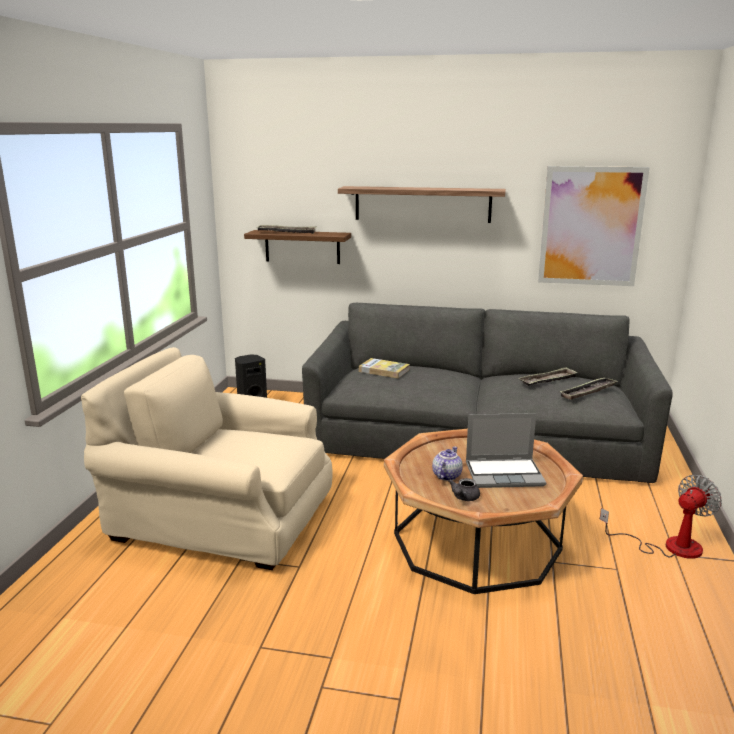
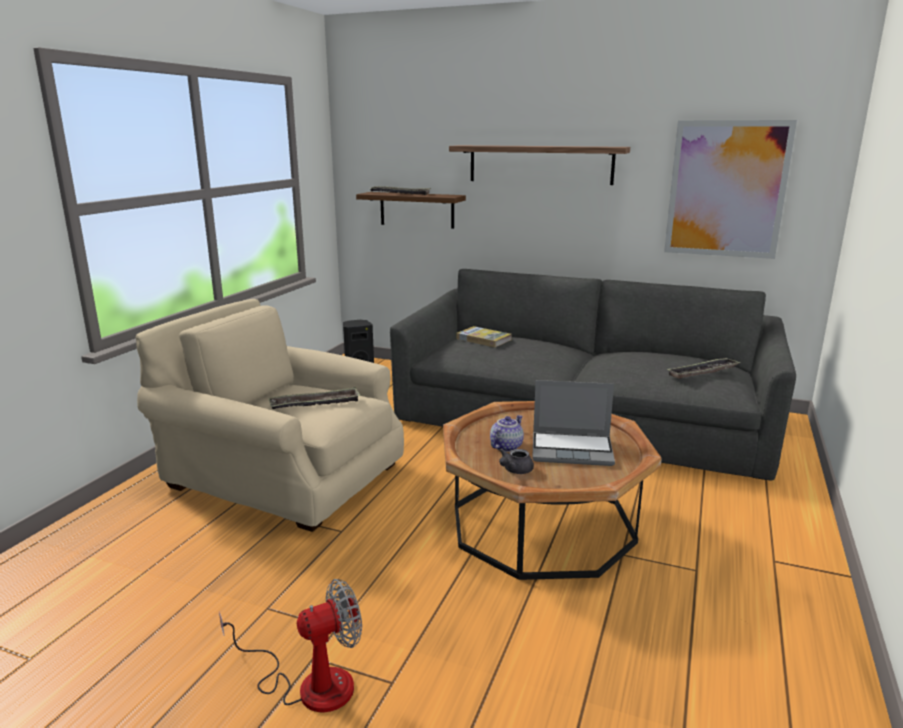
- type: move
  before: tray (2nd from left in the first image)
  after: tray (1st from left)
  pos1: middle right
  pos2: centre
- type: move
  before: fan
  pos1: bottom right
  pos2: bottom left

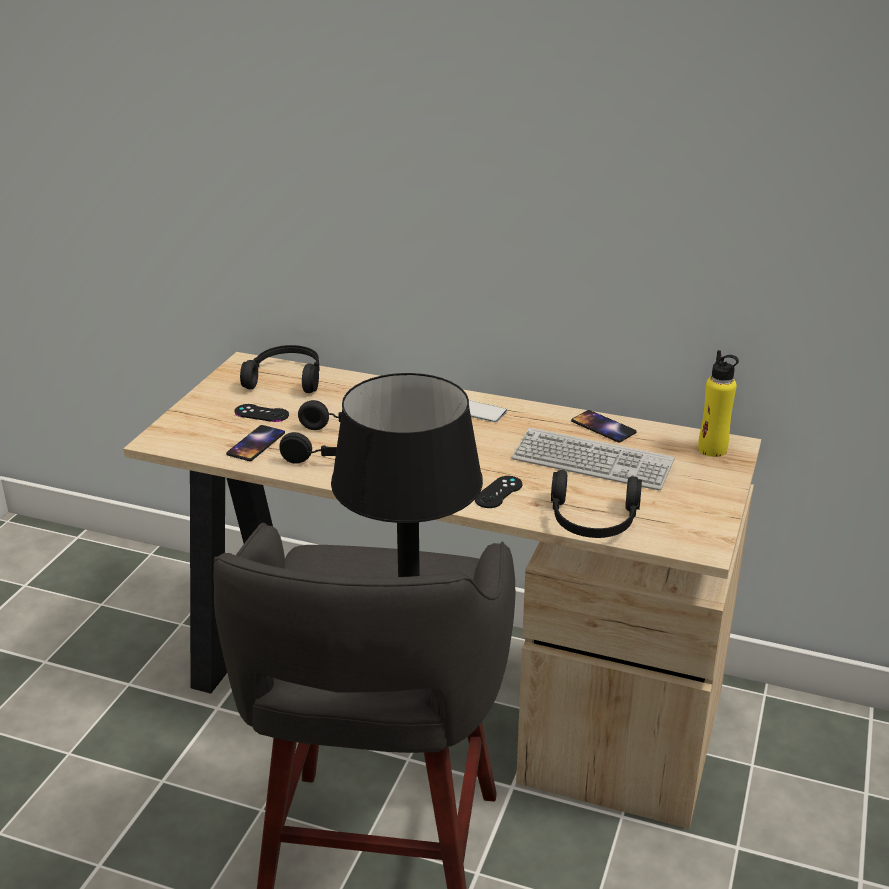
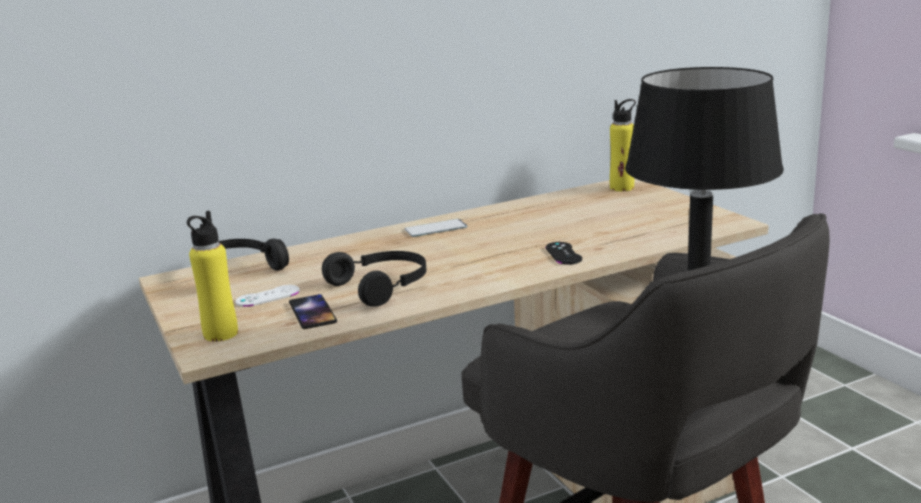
- type: delete
  before: keyboard
  pos1: middle right
- type: delete
  before: headphones/black (3rd from left)
  pos1: middle right
- type: delete
  before: phone (3rd from left)
  pos1: middle right
- type: insert
  after: bottle/yellow (1st from left)
  pos2: middle left
- type: recolor
  before: game controller/black (1st from left)
  after: game controller/white
  pos1: middle left
  pos2: middle left

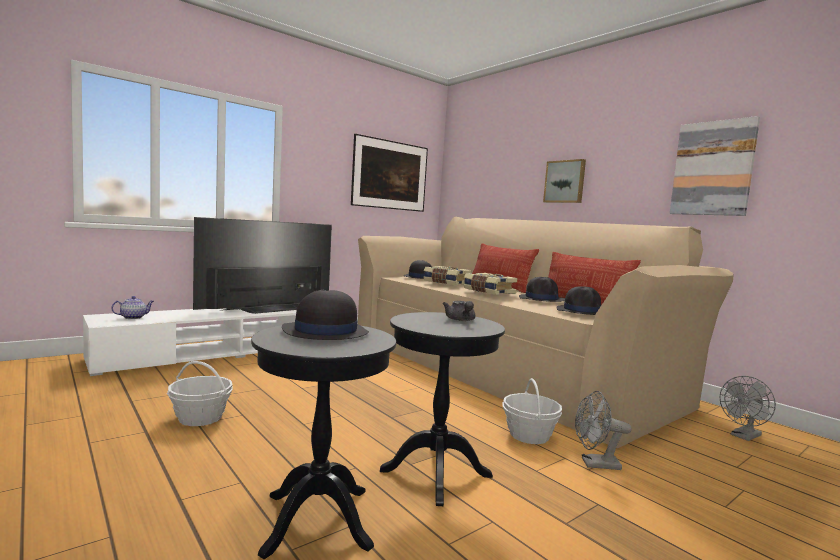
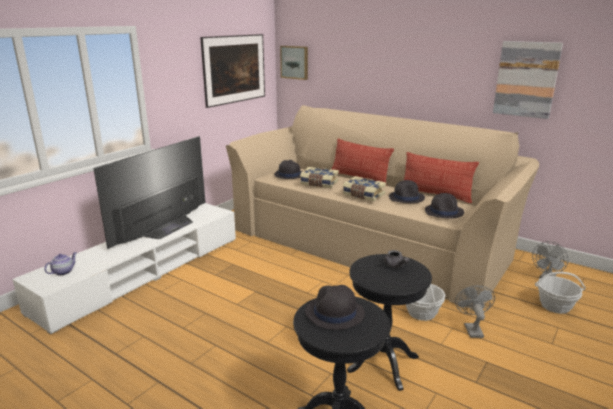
- type: move
  before: basket (1st from left in the first image)
  after: basket (2nd from left)
  pos1: bottom left
  pos2: bottom right
- type: move
  before: picture (2nd from left)
  pos1: top right
  pos2: top centre
- type: rotate
  before: fan/grey (1st from left)
  pos1: bottom right
  pos2: bottom right
  turn: 105

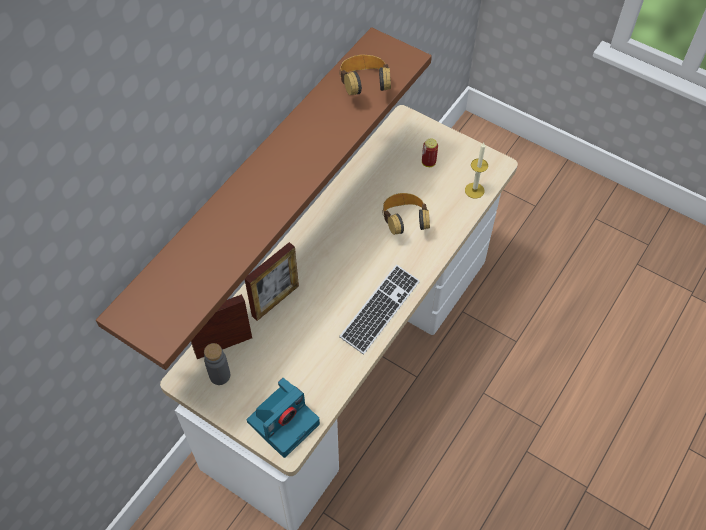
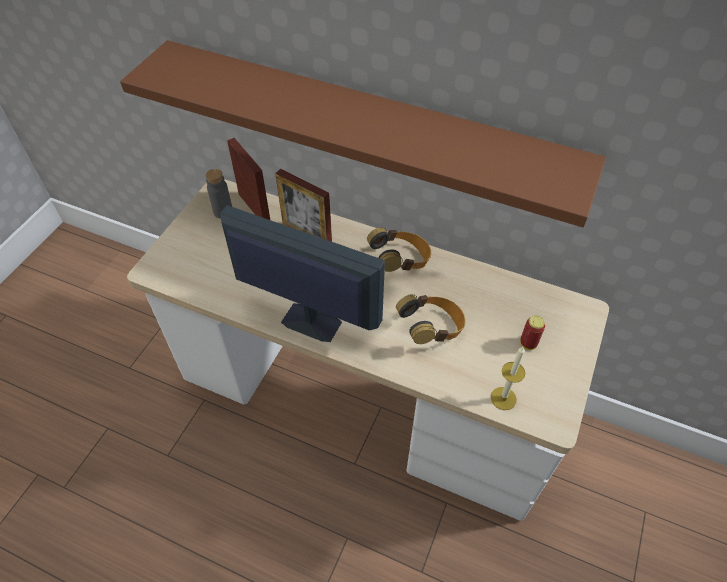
- type: delete
  before: photo camera
  pos1: bottom centre
- type: move
  before: headphones (1st from left)
  pos1: top centre
  pos2: centre
- type: replace
  before: keyboard
  after: monitor
  pos1: centre
  pos2: centre

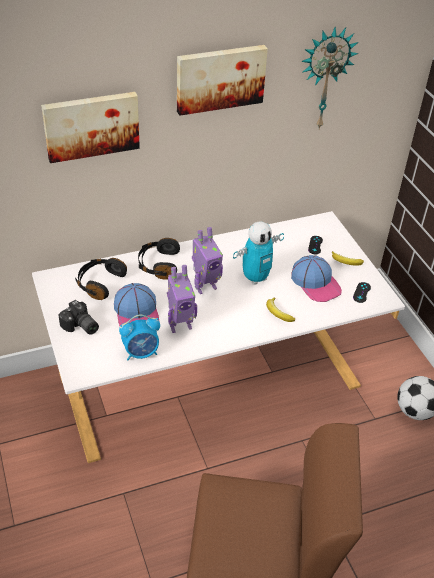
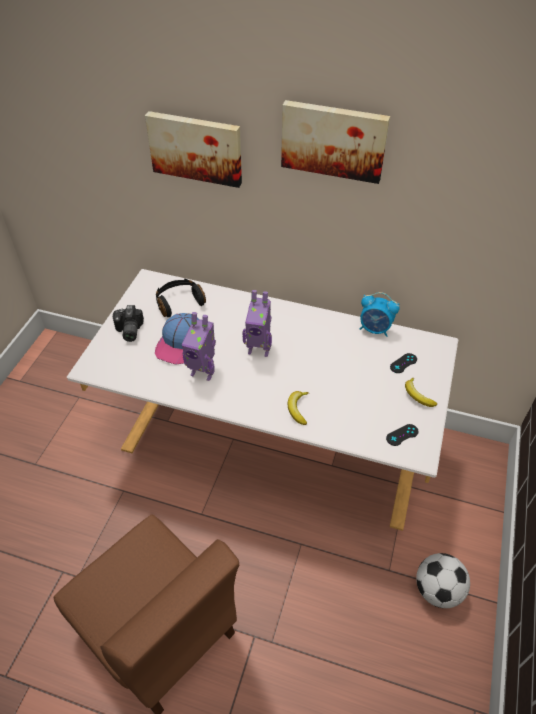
- type: delete
  before: headphones/black (2nd from left)
  pos1: centre
- type: delete
  before: toy robot (3rd from left)
  pos1: centre
- type: delete
  before: cap (2nd from left)
  pos1: middle right
- type: delete
  before: wall clock
  pos1: top right
- type: move
  before: alarm clock
  pos1: middle left
  pos2: middle right

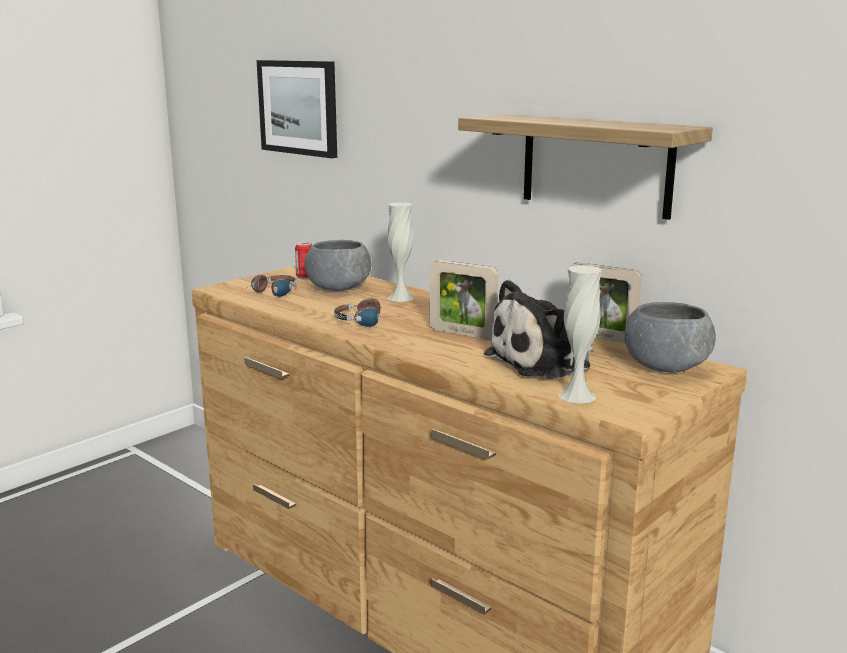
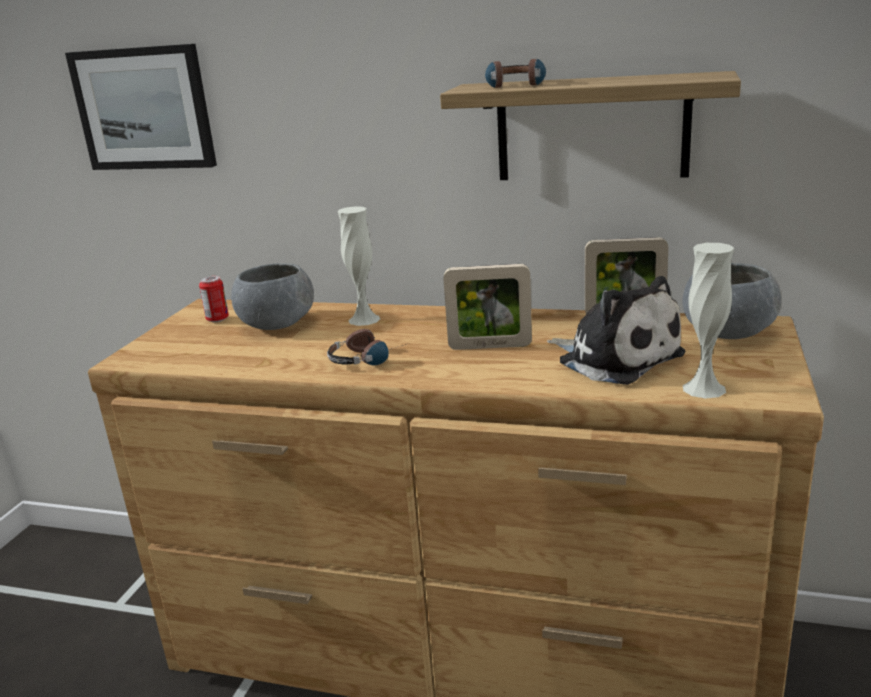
- type: move
  before: headphones (1st from left in the first image)
  after: headphones (2nd from left)
  pos1: middle left
  pos2: top centre
- type: rotate
  before: plush toy
  pos1: centre
  pos2: middle right
  turn: -75

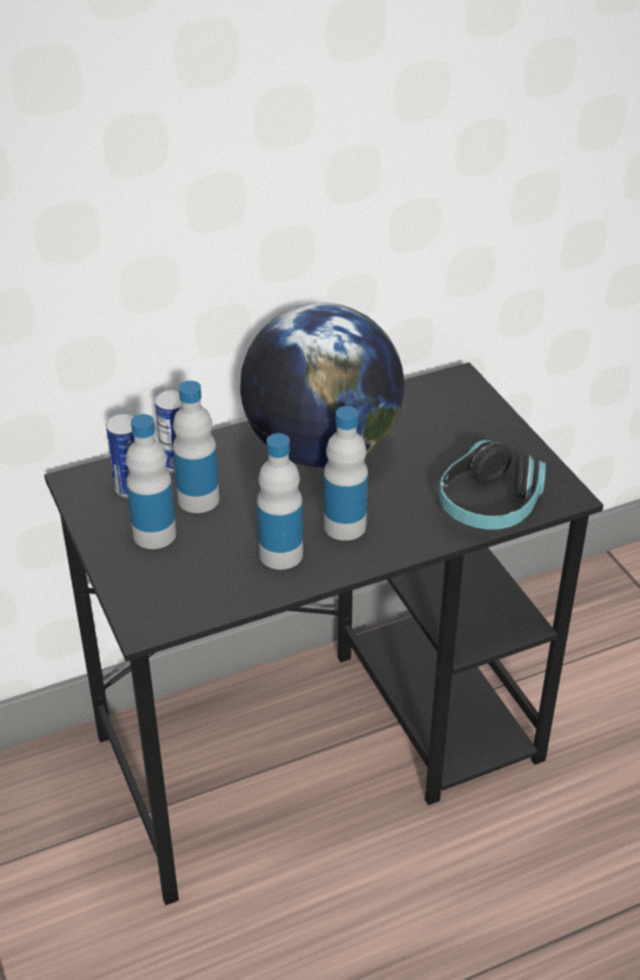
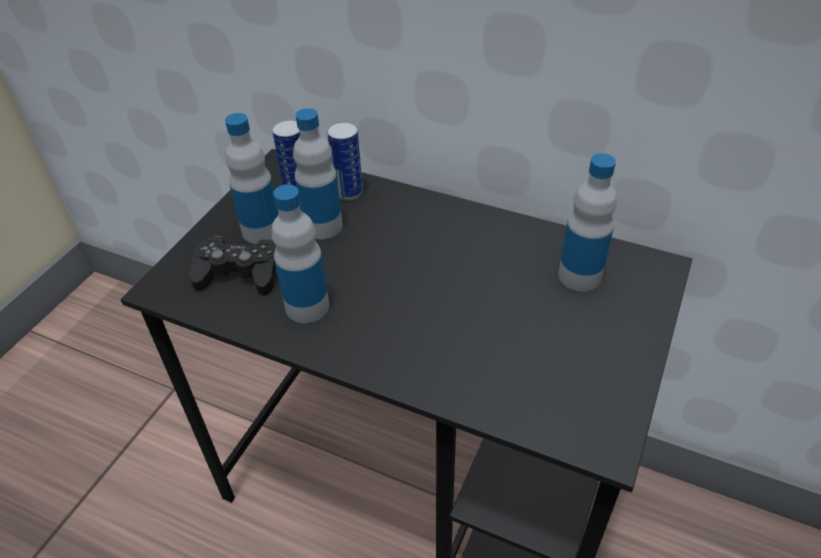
- type: delete
  before: globe
  pos1: centre
- type: delete
  before: headphones
  pos1: middle right
- type: insert
  after: game controller/black
  pos2: middle left
- type: move
  before: bottle (4th from left)
  pos1: centre
  pos2: middle right

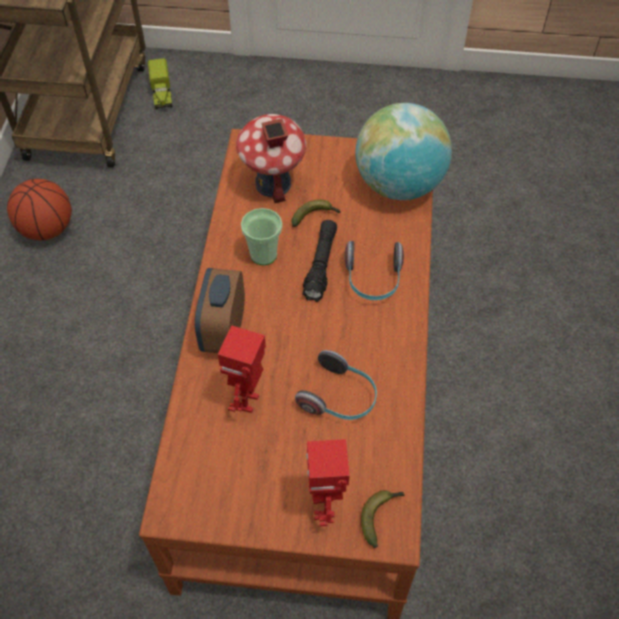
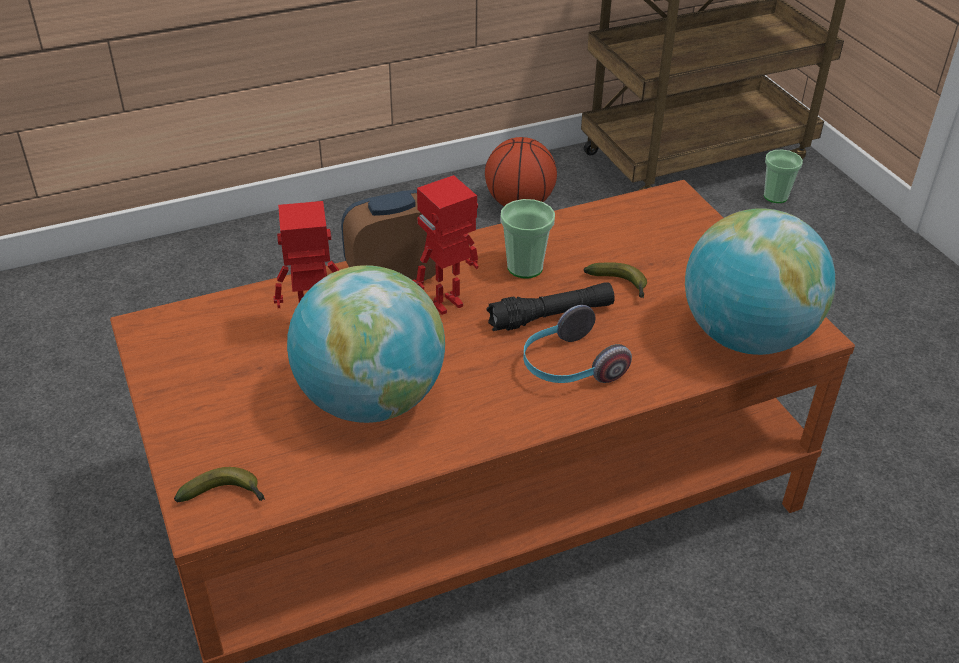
- type: delete
  before: toy house
  pos1: top centre
- type: move
  before: toy robot (2nd from left)
  pos1: bottom centre
  pos2: centre
- type: replace
  before: toy truck
  after: cup (2nd from left)
  pos1: top left
  pos2: top right
- type: replace
  before: headphones (1st from left)
  after: globe (1st from left)
  pos1: centre
  pos2: centre

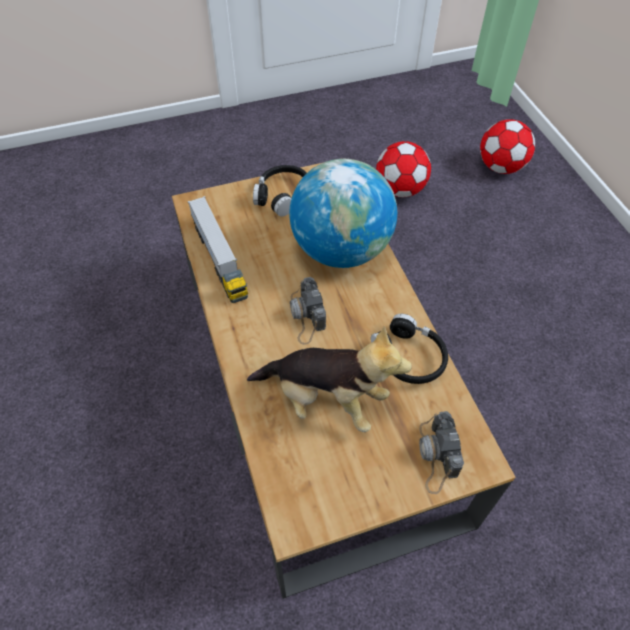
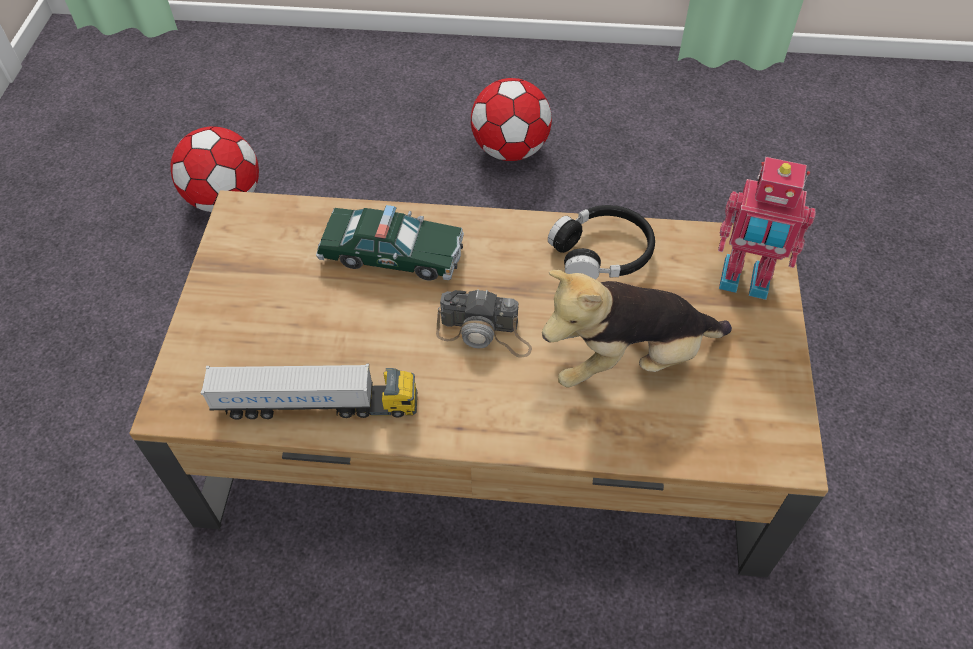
- type: delete
  before: headphones/black (1st from left)
  pos1: top centre
- type: move
  before: football (2nd from left)
  pos1: top right
  pos2: top centre
- type: replace
  before: globe
  after: toy car
  pos1: centre
  pos2: centre
- type: replace
  before: photo camera (2nd from left)
  after: toy robot
  pos1: bottom right
  pos2: middle right
- type: rotate
  before: plush toy
  pos1: centre
  pos2: centre
  turn: -150

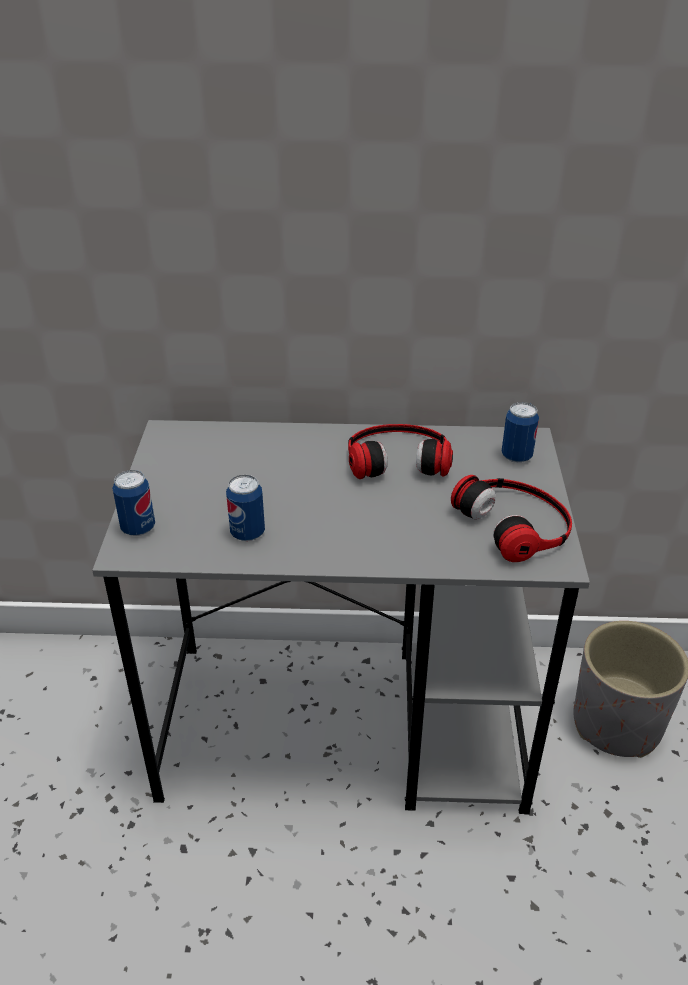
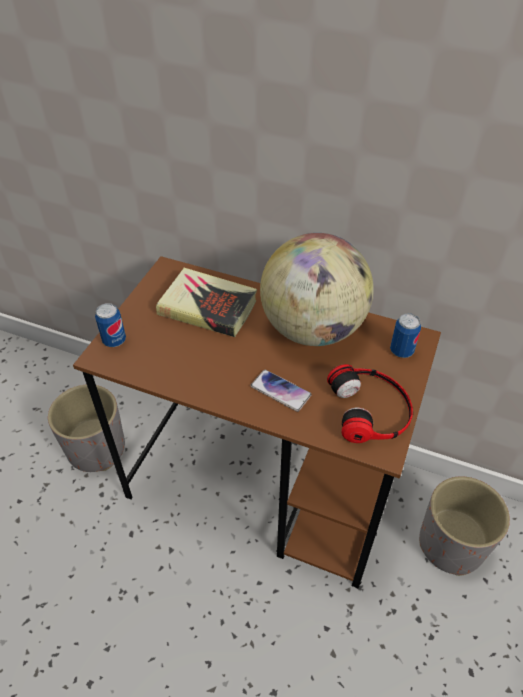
- type: delete
  before: can (2nd from left)
  pos1: centre
- type: insert
  after: planter/grey (1st from left)
  pos2: middle left
- type: insert
  after: book
  pos2: centre
- type: insert
  after: phone
  pos2: centre
- type: replace
  before: headphones (1st from left)
  after: globe
  pos1: centre
  pos2: centre
- type: recolor
  before: desk/grey
  after: desk/brown
  pos1: centre
  pos2: centre

